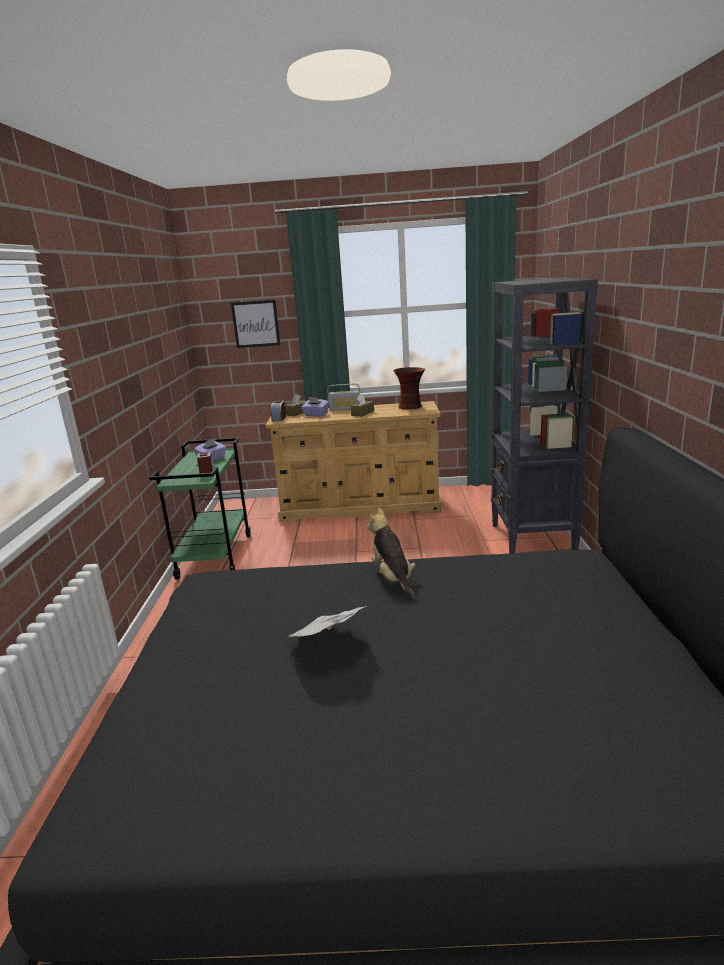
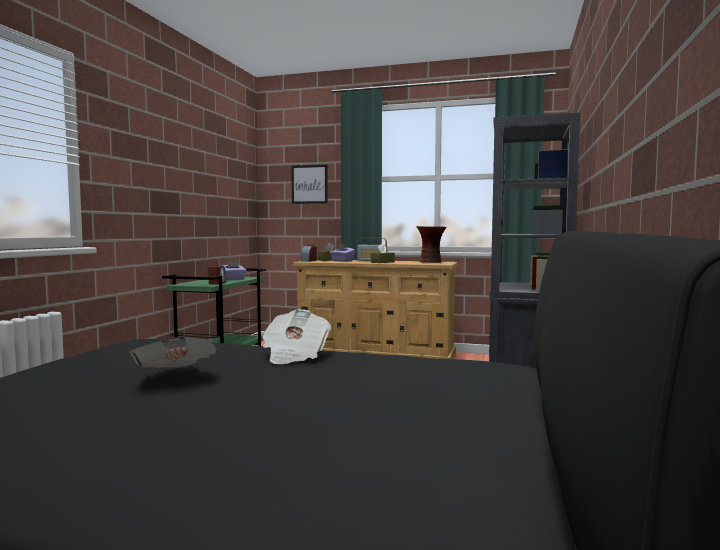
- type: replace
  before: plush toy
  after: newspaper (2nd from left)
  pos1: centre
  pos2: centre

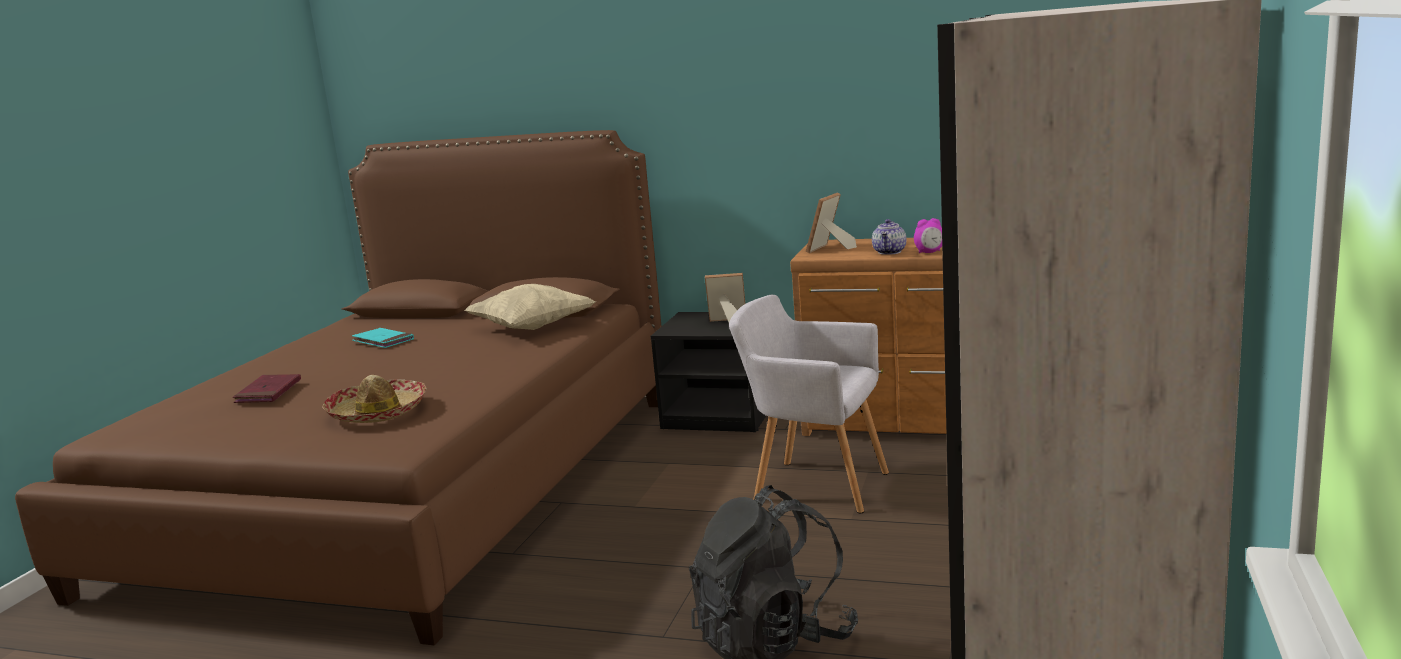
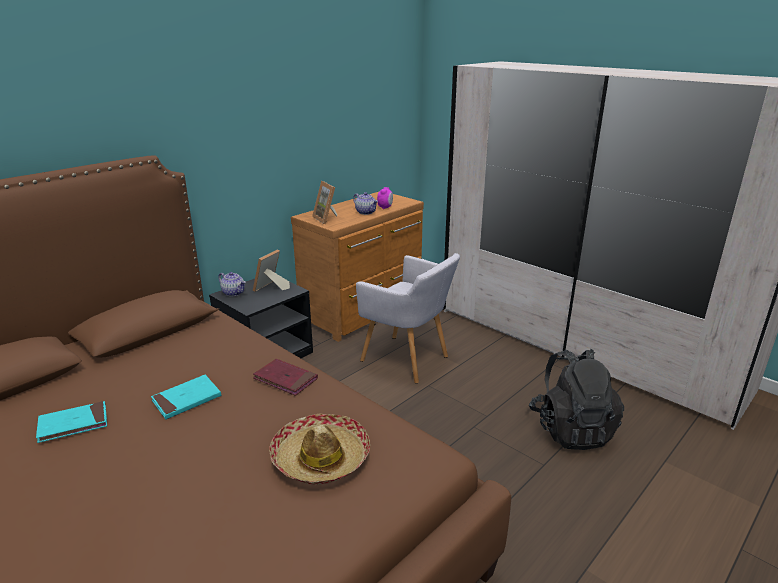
- type: delete
  before: pillow/beige
  pos1: centre
- type: insert
  after: book/turquoise (2nd from left)
  pos2: bottom left
- type: insert
  after: teapot (1st from left)
  pos2: middle left
- type: move
  before: book/red
  pos1: middle left
  pos2: centre
- type: rotate
  before: armchair/grey
  pos1: centre
  pos2: centre
  turn: -105

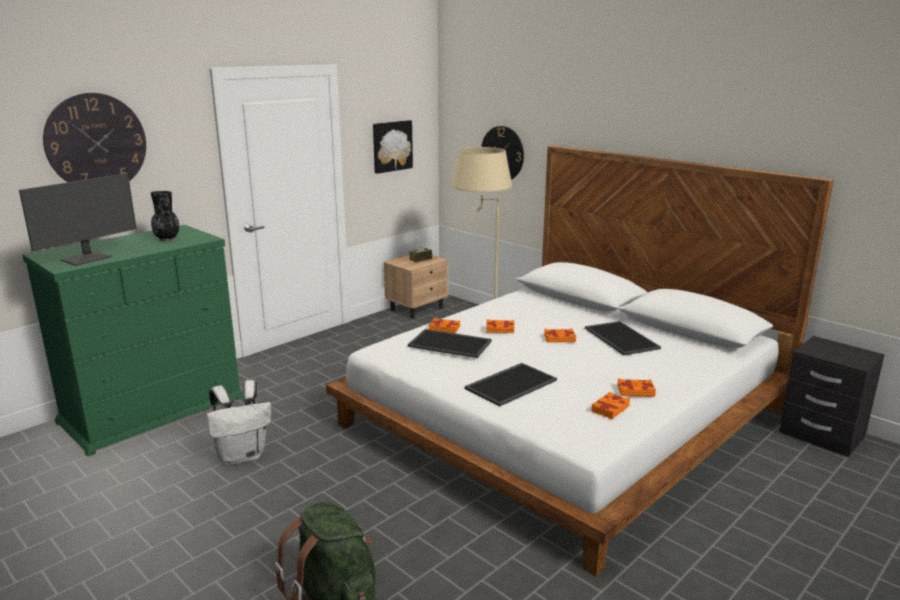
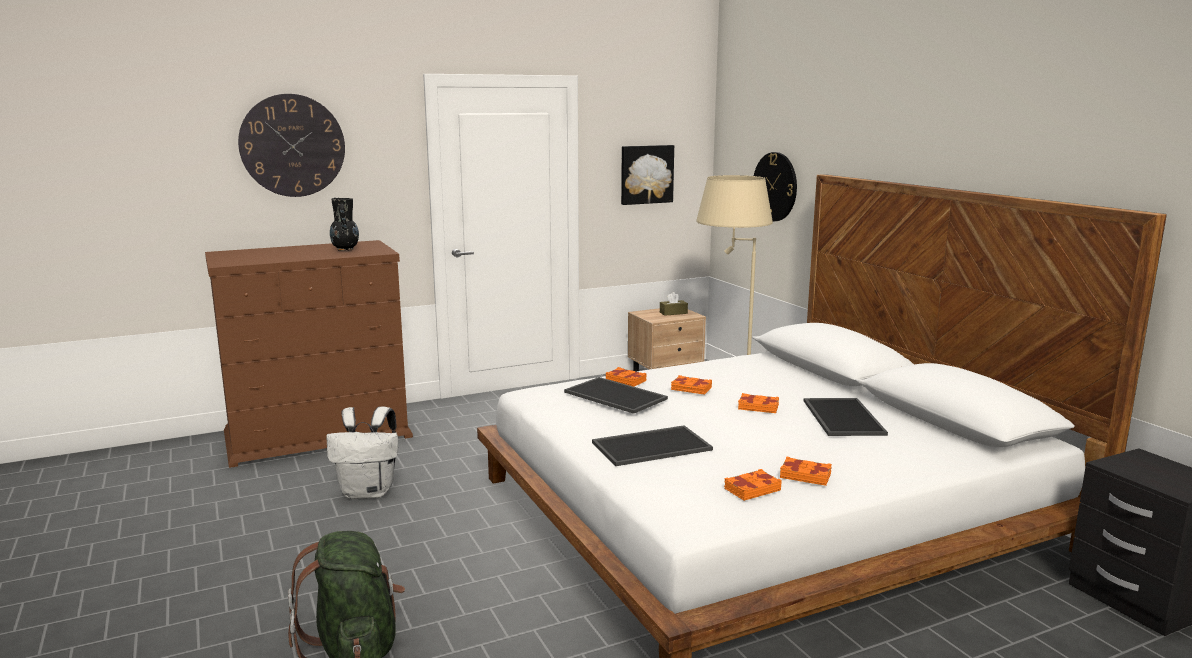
- type: delete
  before: monitor
  pos1: middle left
- type: recolor
  before: dresser/green
  after: dresser/brown
  pos1: middle left
  pos2: middle left

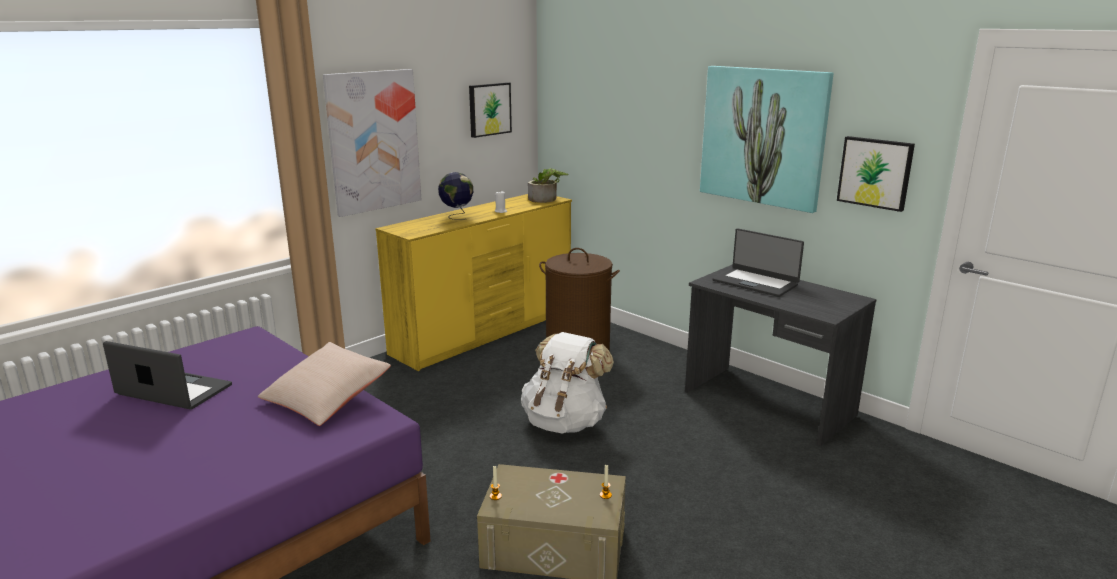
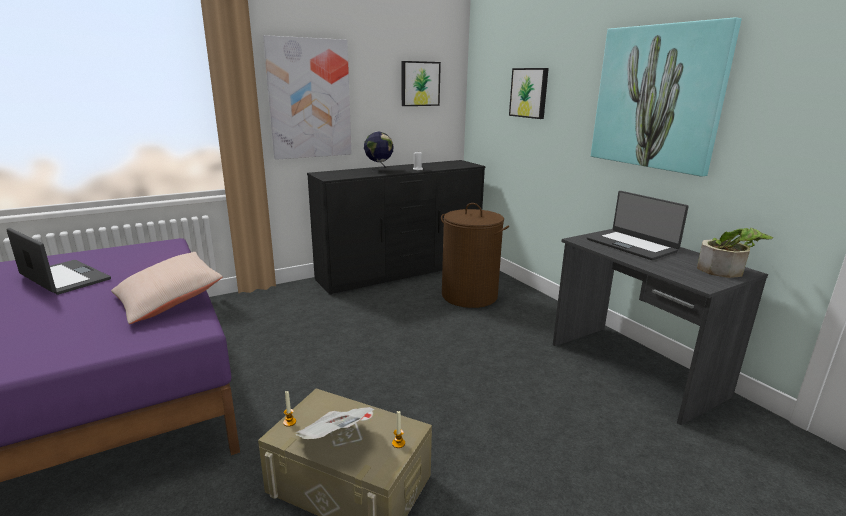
- type: delete
  before: backpack/white
  pos1: centre
- type: insert
  after: newspaper
  pos2: bottom centre
- type: move
  before: potted plant
  pos1: top centre
  pos2: middle right
- type: move
  before: picture (4th from left in the first image)
  after: picture (3rd from left)
  pos1: top right
  pos2: top centre
- type: recolor
  before: dresser/yellow
  after: dresser/black
  pos1: centre
  pos2: centre

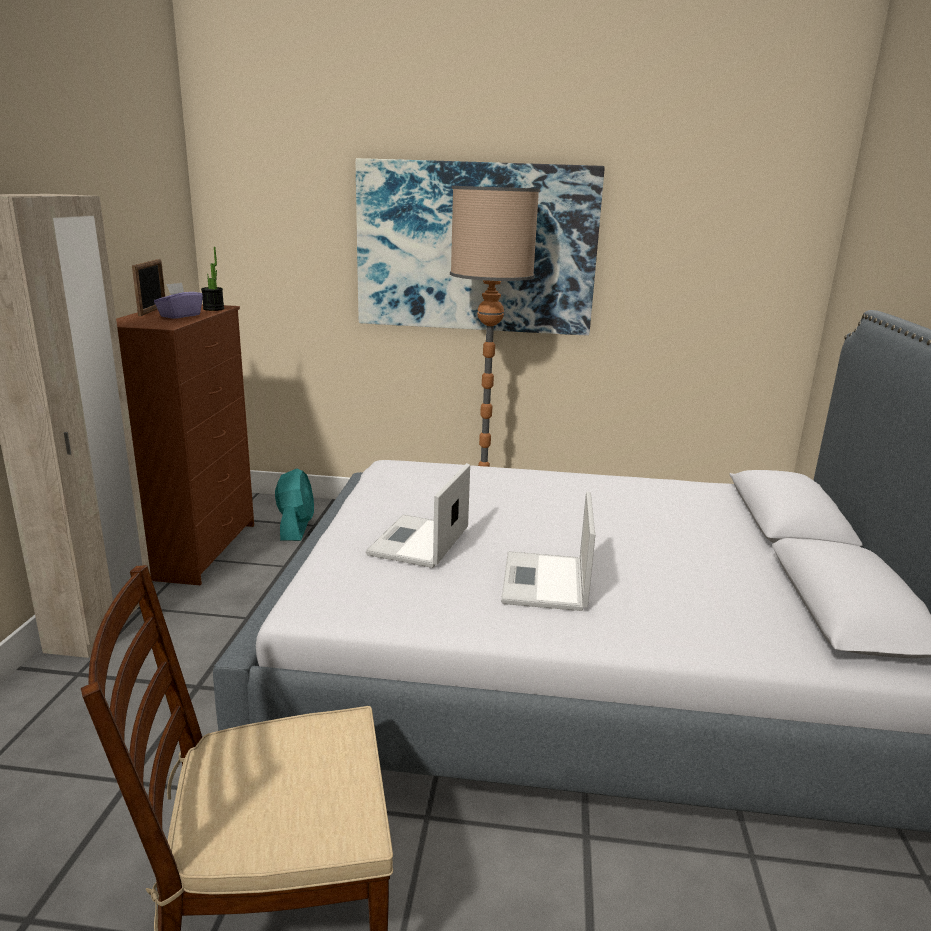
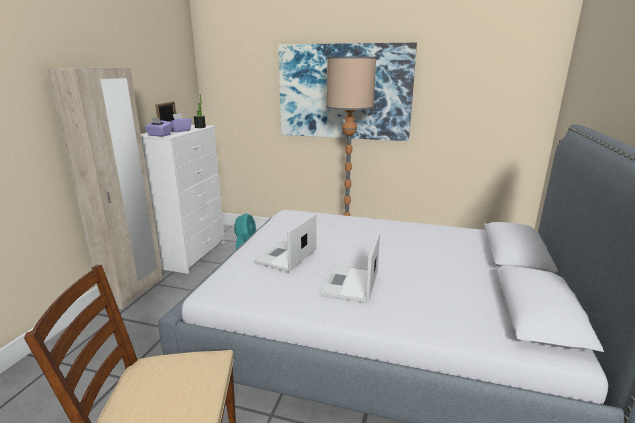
- type: insert
  after: tissue box/purple (1st from left)
  pos2: top left
- type: recolor
  before: dresser/brown
  after: dresser/white
  pos1: middle left
  pos2: middle left

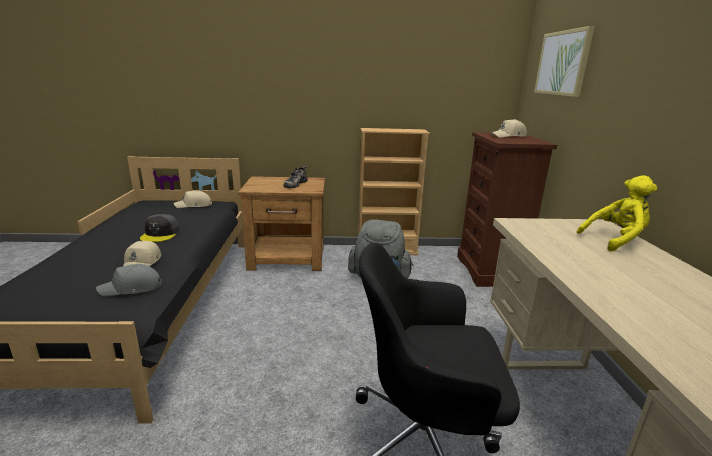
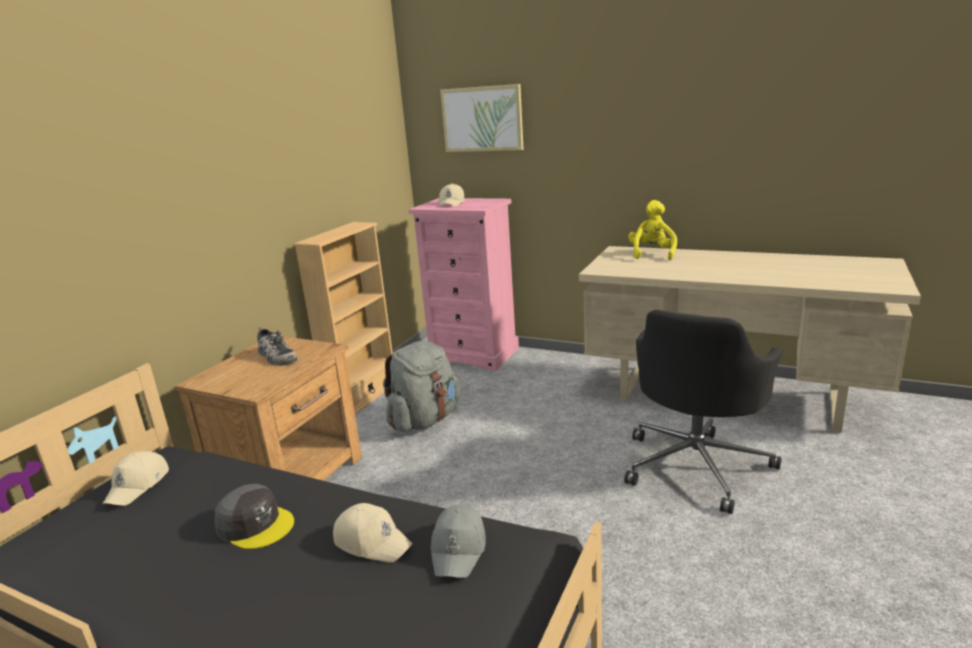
- type: recolor
  before: dresser/brown
  after: dresser/pink
  pos1: middle right
  pos2: centre

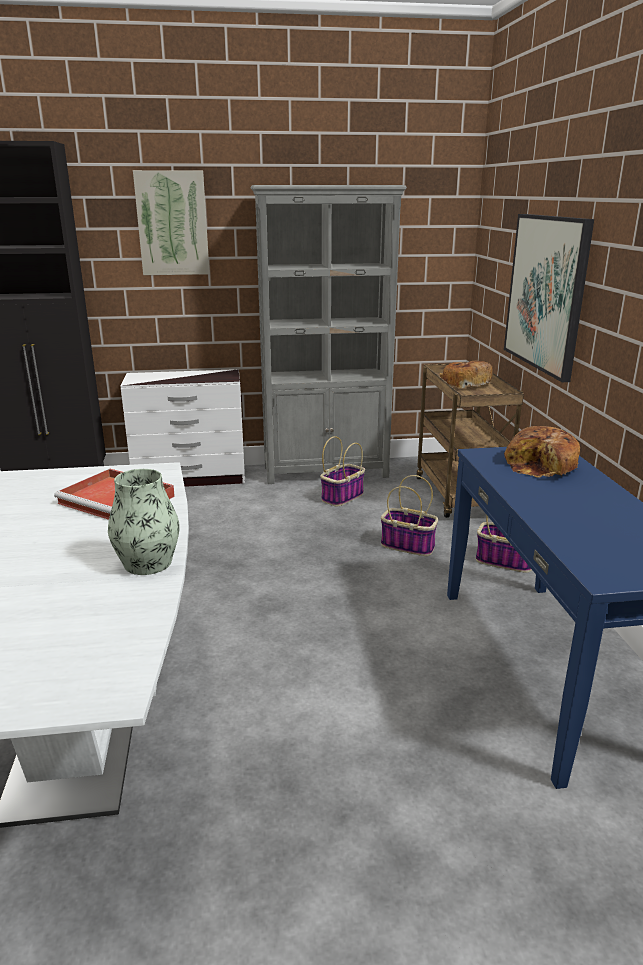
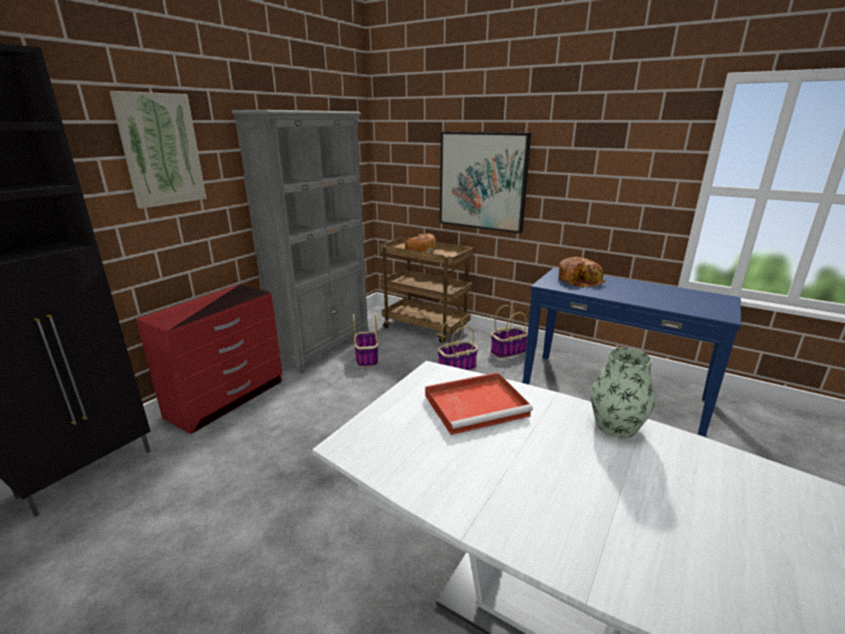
- type: recolor
  before: dresser/white
  after: dresser/red
  pos1: middle left
  pos2: middle left

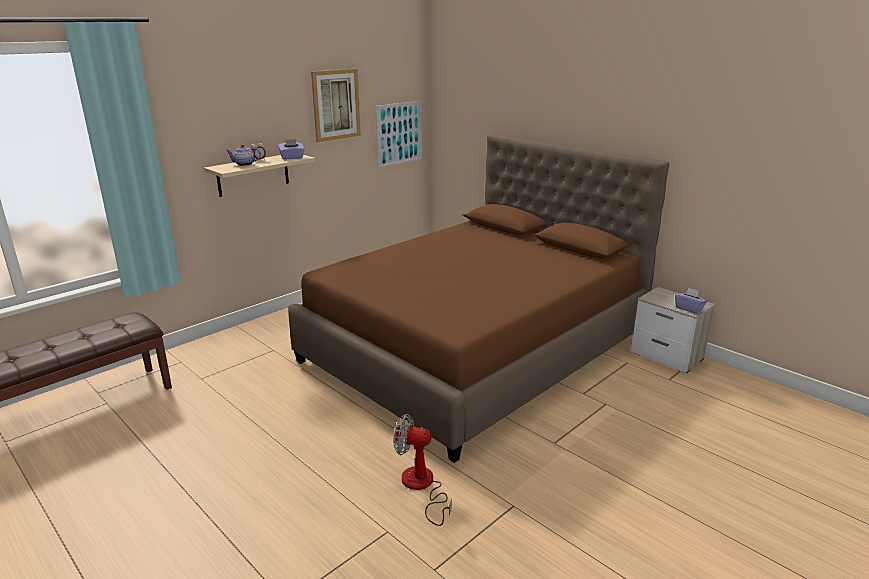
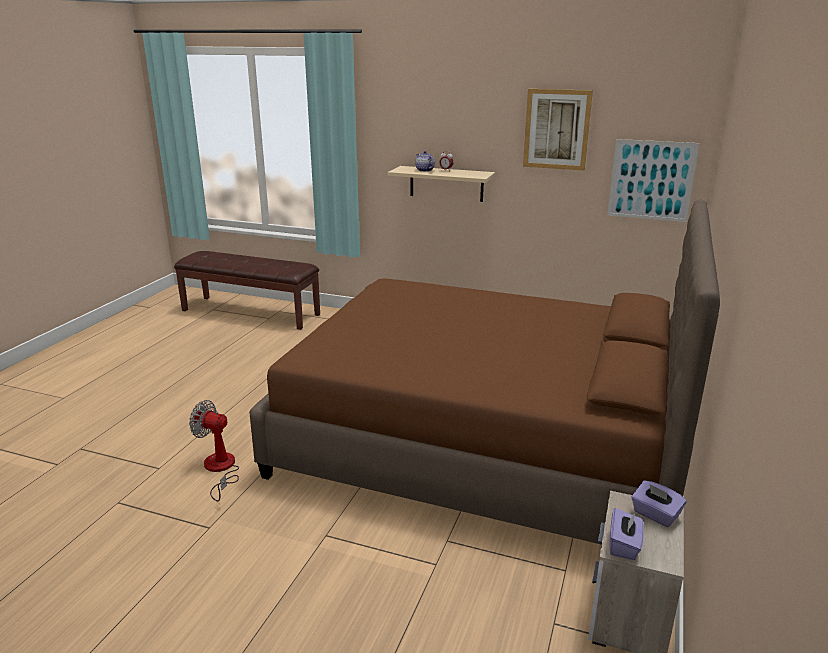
- type: move
  before: tissue box/purple (1st from left in the first image)
  after: tissue box/purple (2nd from left)
  pos1: top centre
  pos2: bottom right
- type: rotate
  before: fan
  pos1: bottom centre
  pos2: bottom left
  turn: -60

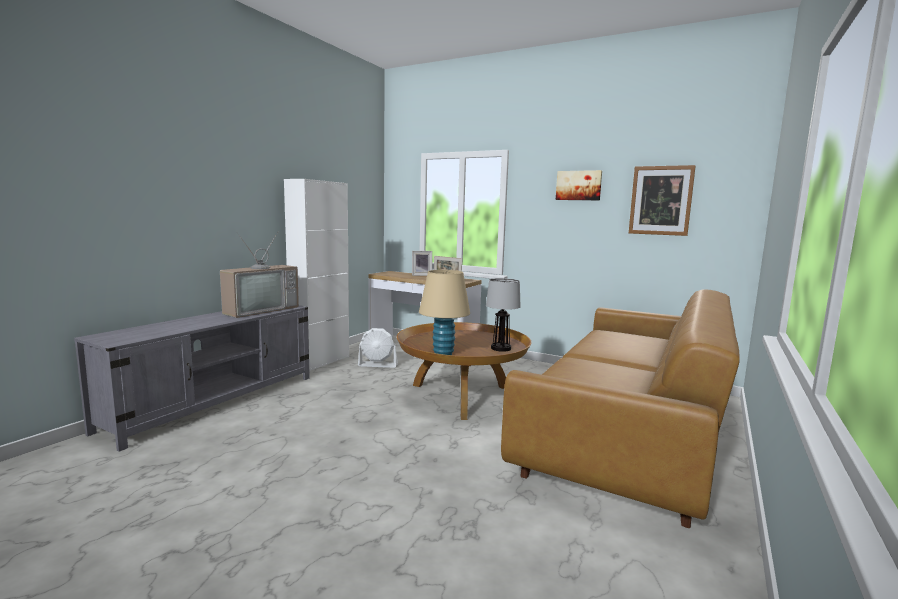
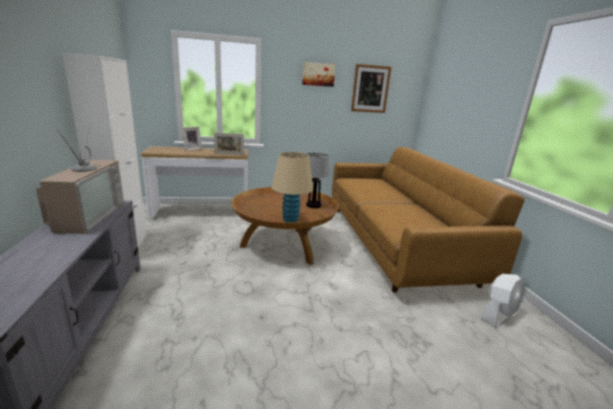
- type: move
  before: fan/white
  pos1: centre
  pos2: bottom right

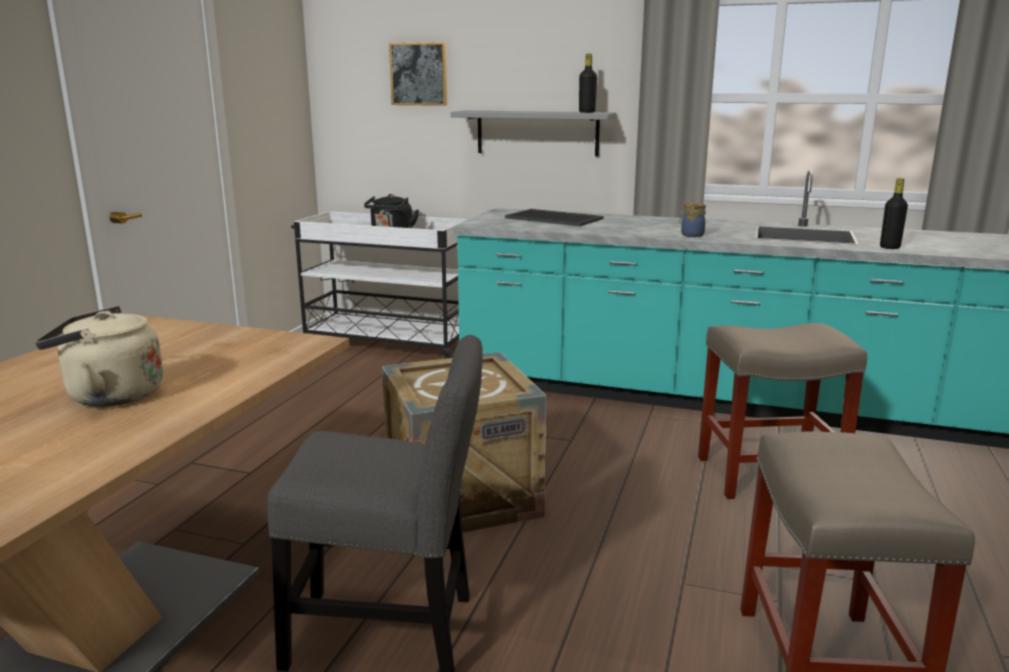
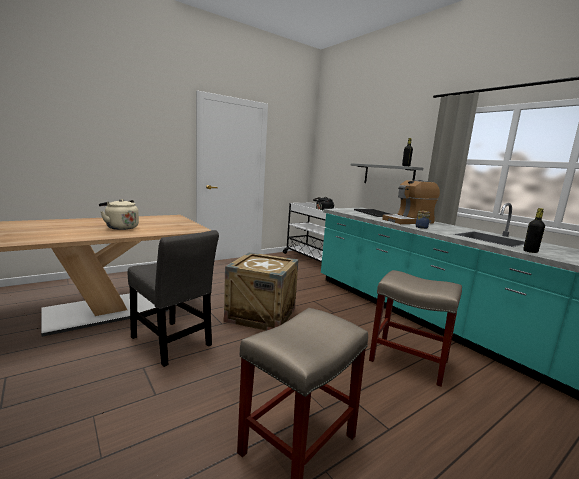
- type: delete
  before: picture
  pos1: top centre
- type: insert
  after: coffee machine
  pos2: middle right

